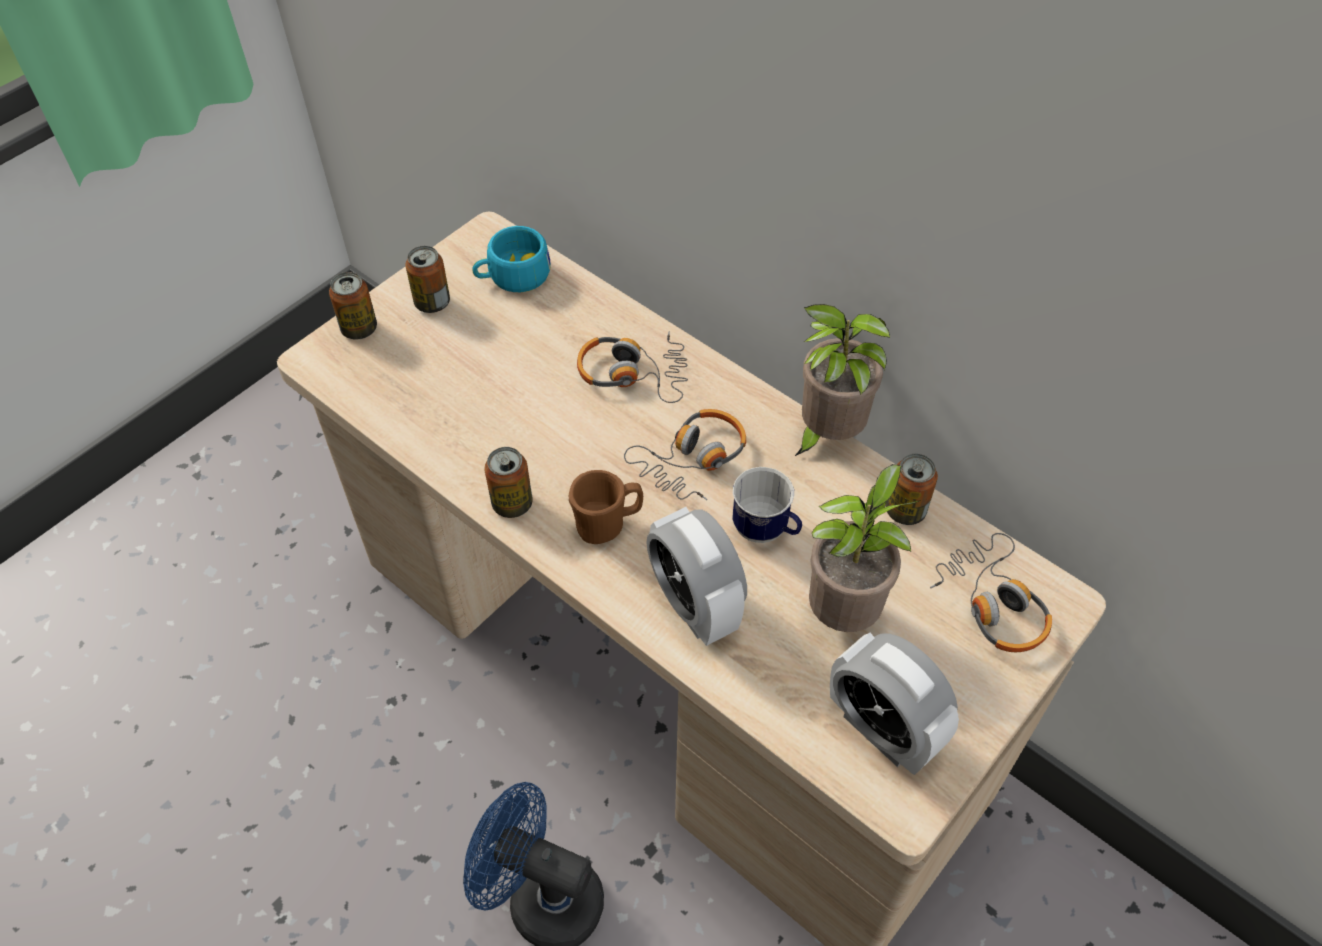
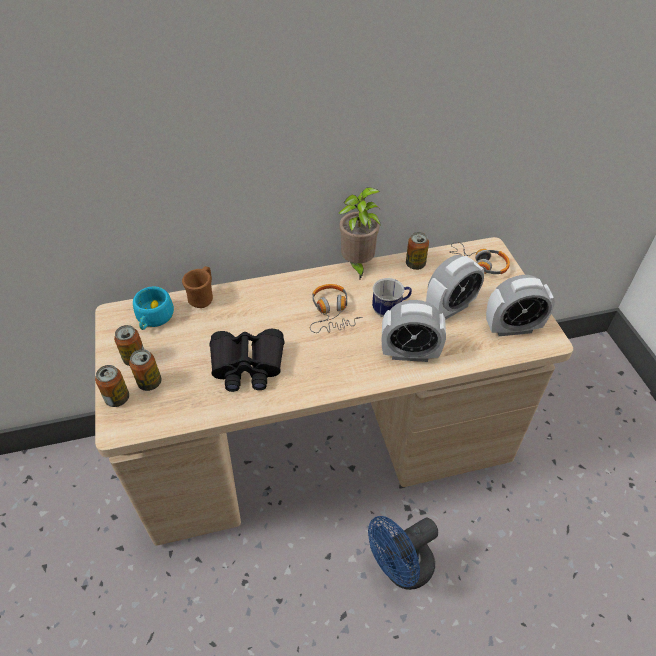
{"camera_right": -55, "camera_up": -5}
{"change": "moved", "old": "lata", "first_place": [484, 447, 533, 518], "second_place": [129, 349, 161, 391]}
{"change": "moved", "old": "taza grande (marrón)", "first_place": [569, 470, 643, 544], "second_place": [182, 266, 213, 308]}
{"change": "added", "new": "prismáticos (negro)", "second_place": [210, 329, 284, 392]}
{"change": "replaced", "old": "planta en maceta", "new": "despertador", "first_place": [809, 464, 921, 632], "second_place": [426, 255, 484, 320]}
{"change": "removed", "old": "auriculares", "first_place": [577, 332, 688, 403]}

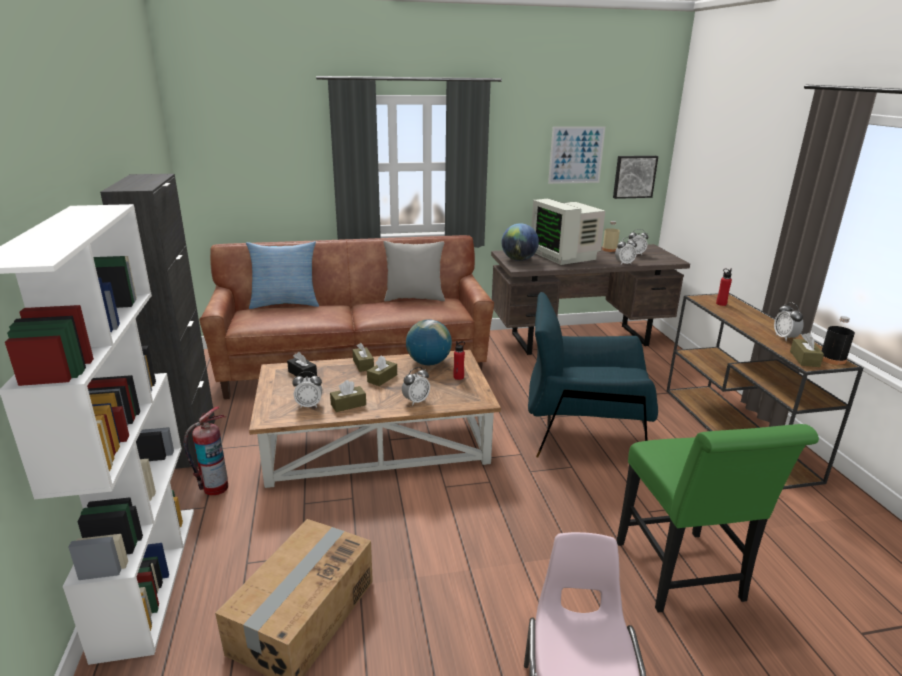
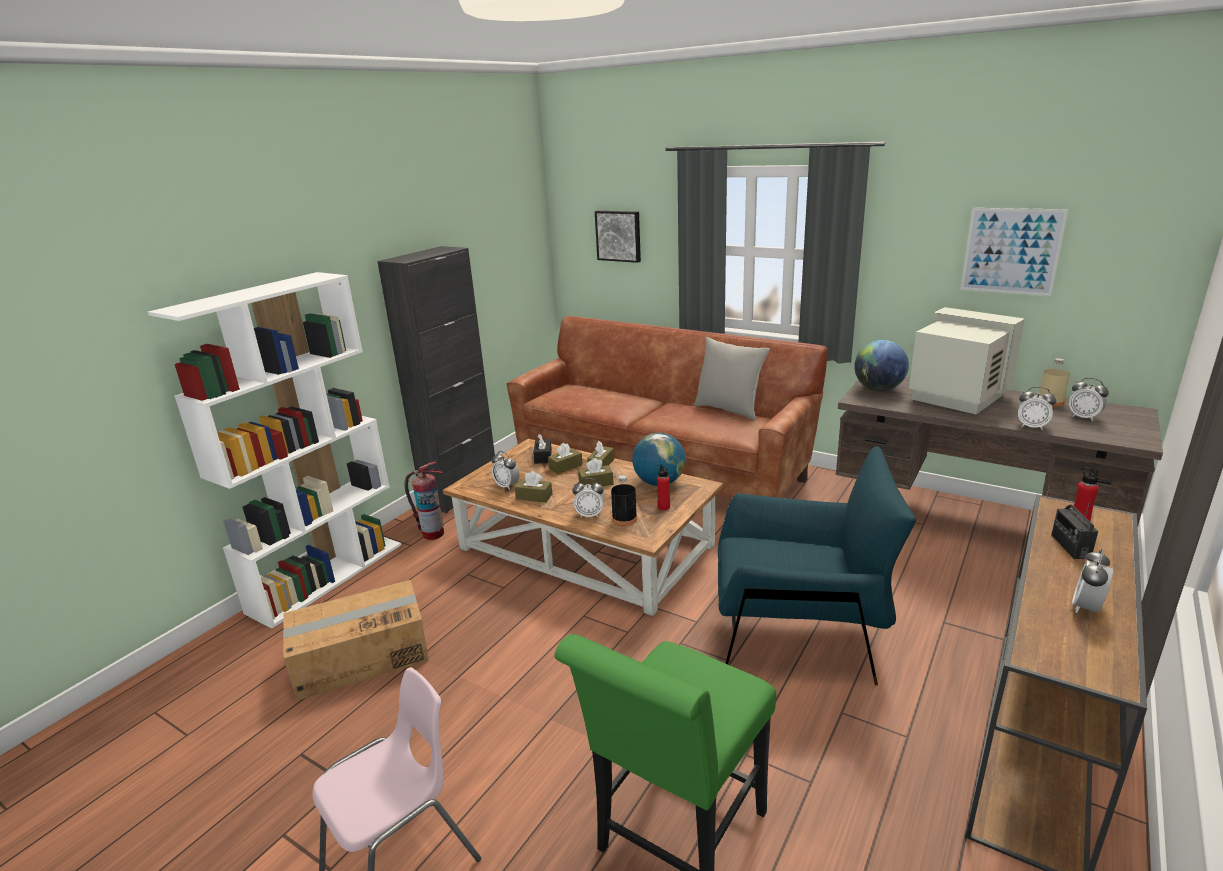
{"camera_right": 45, "camera_up": 0}
{"change": "moved", "old": "caja de pañuelos (marrón)", "first_place": [790, 333, 824, 367], "second_place": [548, 443, 583, 474]}
{"change": "moved", "old": "cuadro", "first_place": [613, 156, 658, 199], "second_place": [595, 211, 641, 263]}
{"change": "moved", "old": "botella (negro)", "first_place": [822, 316, 855, 365], "second_place": [611, 475, 637, 526]}
{"change": "turned", "old": "sillón (azul)", "first_place": [528, 292, 658, 458], "second_place": [718, 446, 916, 686], "degrees": 135}
{"change": "turned", "old": "monitor", "first_place": [531, 199, 605, 265], "second_place": [909, 307, 1025, 415], "degrees": 120}
{"change": "added", "new": "radio", "second_place": [1051, 498, 1098, 559]}
{"change": "removed", "old": "cojín", "first_place": [246, 241, 319, 309]}

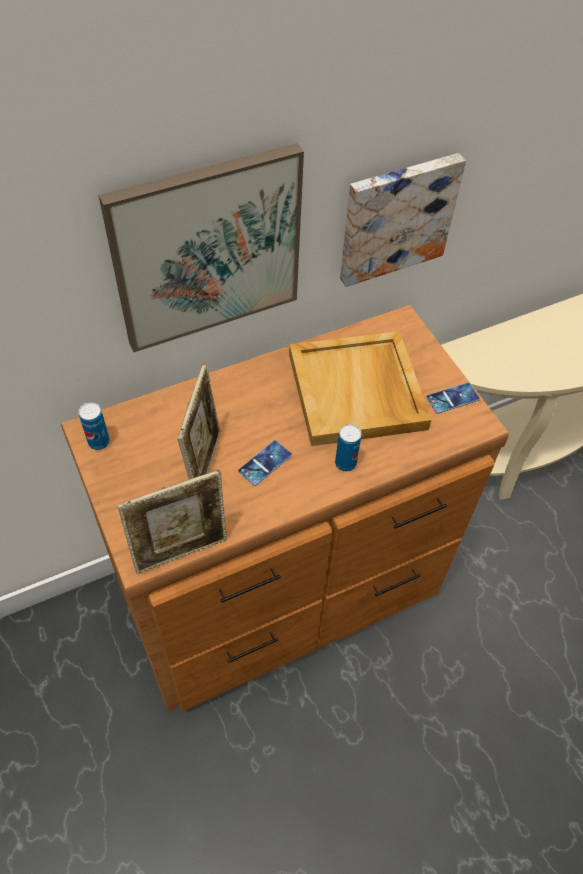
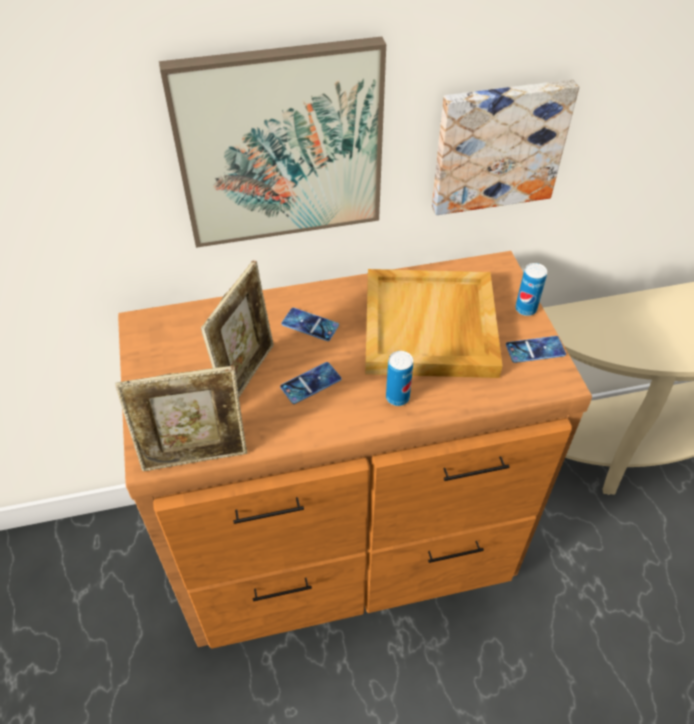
{"camera_right": 15, "camera_up": -5}
{"change": "added", "new": "móvil", "second_place": [281, 308, 339, 341]}
{"change": "moved", "old": "lata", "first_place": [79, 402, 110, 450], "second_place": [515, 263, 547, 316]}

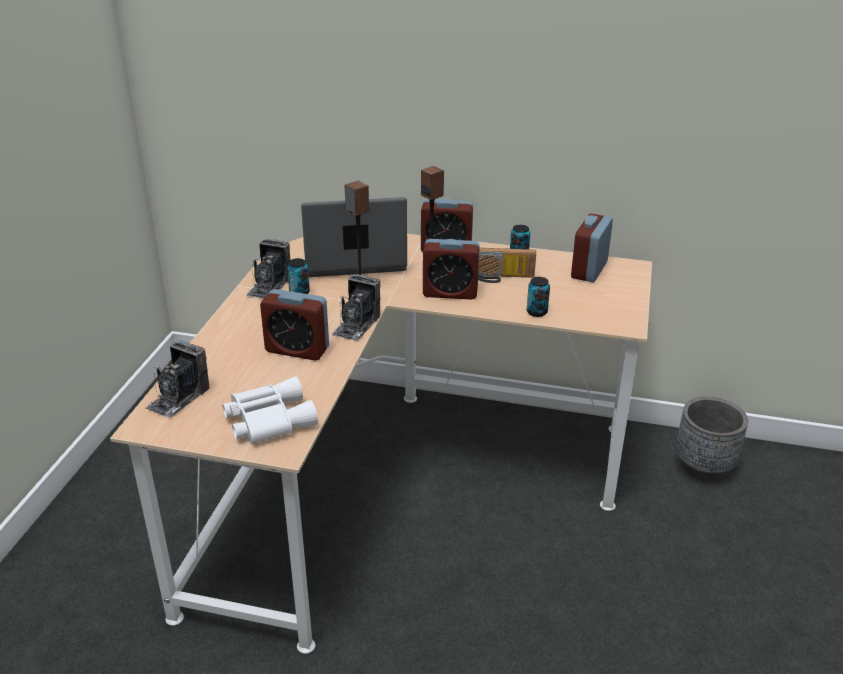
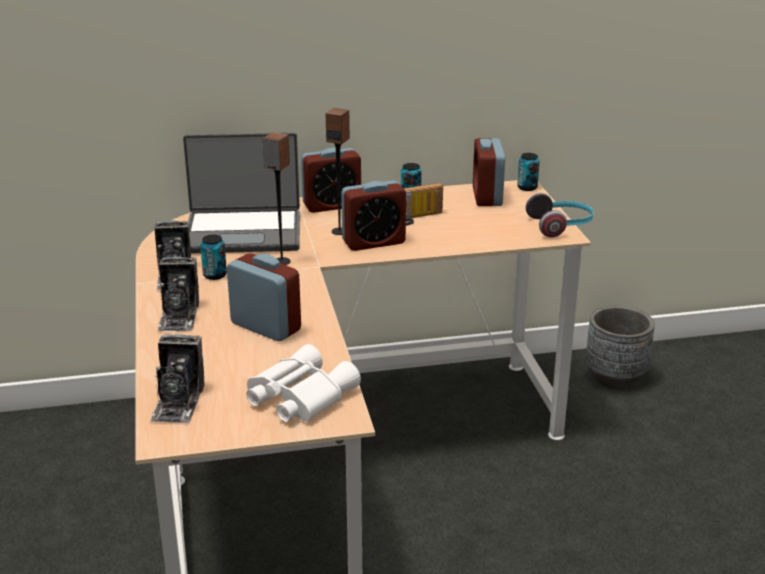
{"camera_right": -25, "camera_up": -5}
{"change": "moved", "old": "cámara", "first_place": [332, 274, 380, 341], "second_place": [157, 256, 199, 331]}
{"change": "turned", "old": "portátil", "first_place": [301, 197, 407, 277], "second_place": [183, 132, 300, 254], "degrees": -150}
{"change": "turned", "old": "despertador", "first_place": [260, 289, 329, 361], "second_place": [227, 253, 301, 341], "degrees": -135}
{"change": "moved", "old": "lata", "first_place": [527, 277, 550, 317], "second_place": [517, 153, 539, 191]}
{"change": "added", "new": "auriculares", "second_place": [526, 193, 594, 237]}

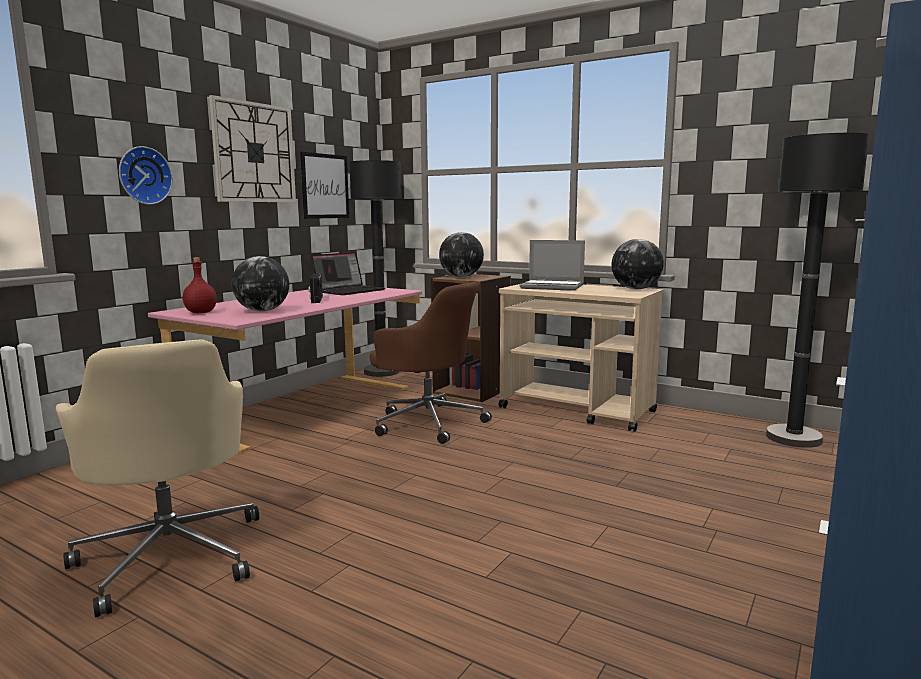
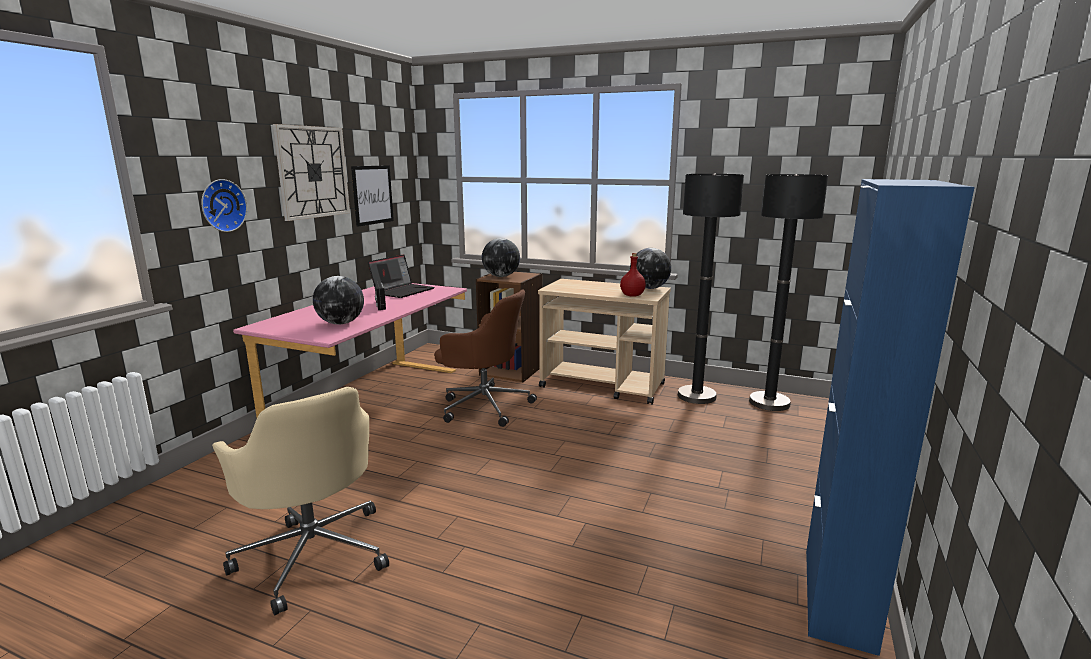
{"camera_right": -10, "camera_up": 5}
{"change": "moved", "old": "botella (rojo)", "first_place": [183, 257, 217, 313], "second_place": [620, 253, 646, 297]}
{"change": "moved", "old": "lámpara de pie (negro)", "first_place": [349, 160, 402, 377], "second_place": [678, 174, 744, 404]}
{"change": "removed", "old": "portátil", "first_place": [520, 240, 585, 291]}

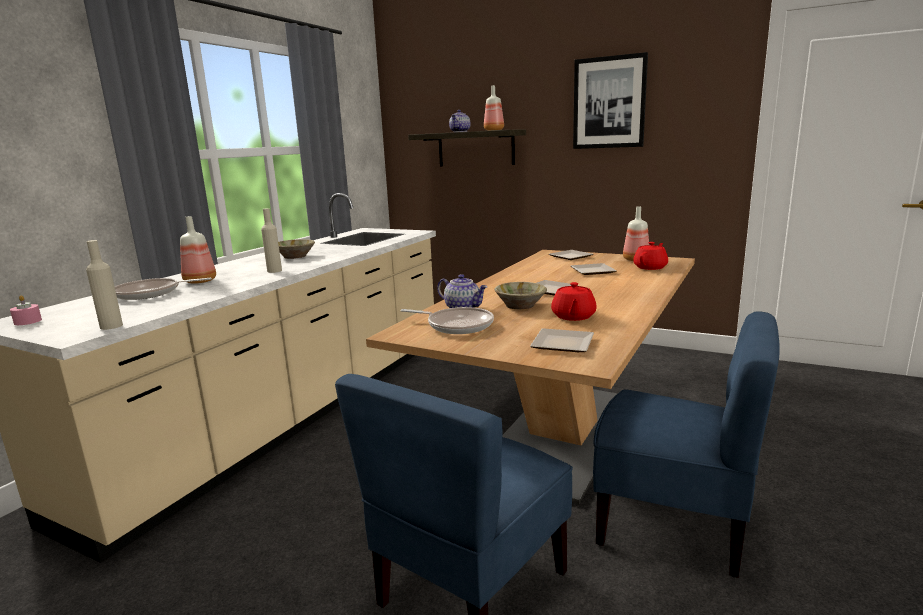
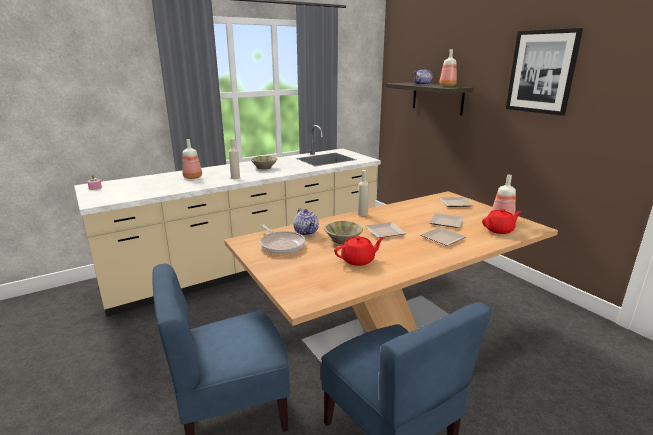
{"camera_right": 30, "camera_up": 5}
{"change": "turned", "old": "tetera (rojo)", "first_place": [551, 282, 597, 321], "second_place": [334, 236, 384, 266], "degrees": -150}
{"change": "moved", "old": "botella (beis)", "first_place": [86, 240, 123, 330], "second_place": [358, 170, 369, 216]}
{"change": "moved", "old": "plato", "first_place": [530, 328, 594, 352], "second_place": [421, 227, 466, 246]}
{"change": "removed", "old": "sartén", "first_place": [115, 278, 212, 300]}

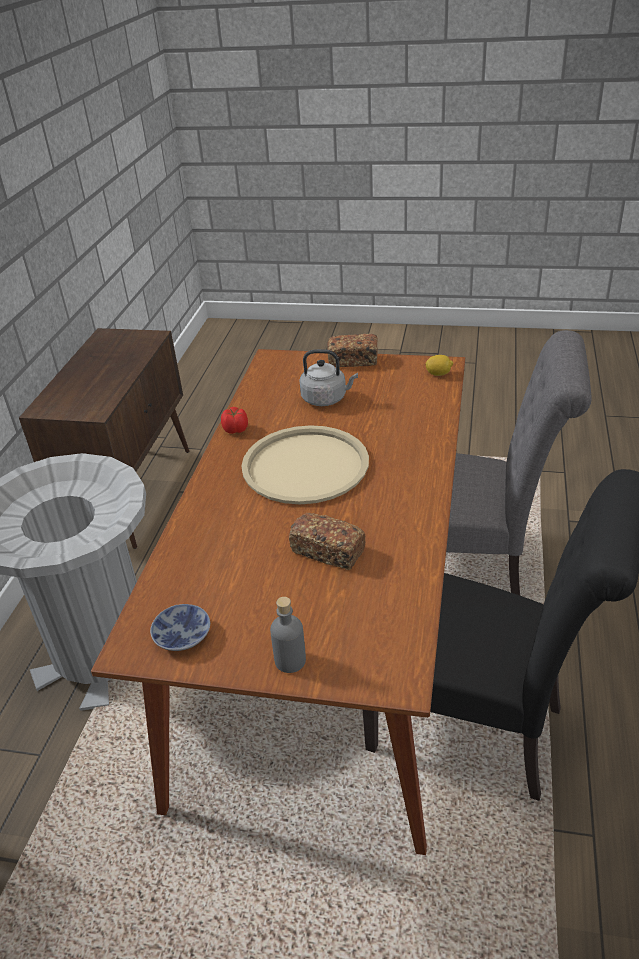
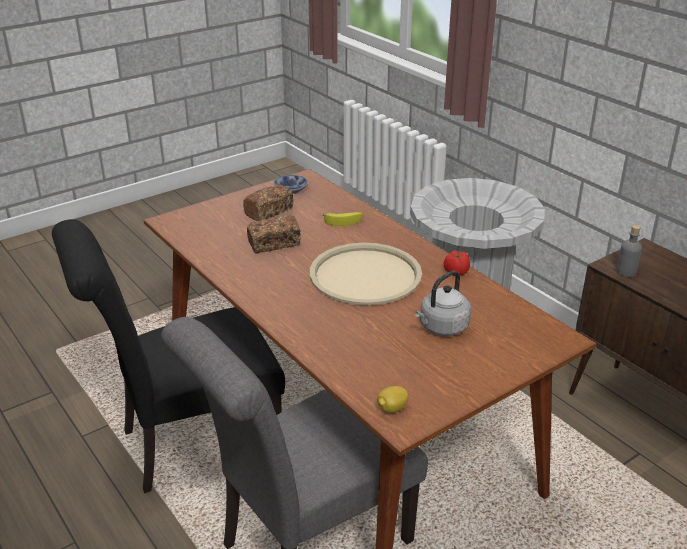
{"camera_right": 130, "camera_up": -5}
{"change": "moved", "old": "pan", "first_place": [327, 334, 378, 367], "second_place": [243, 185, 294, 221]}
{"change": "added", "new": "plátano", "second_place": [323, 212, 363, 226]}
{"change": "moved", "old": "botella (gris)", "first_place": [270, 597, 306, 673], "second_place": [616, 225, 642, 277]}

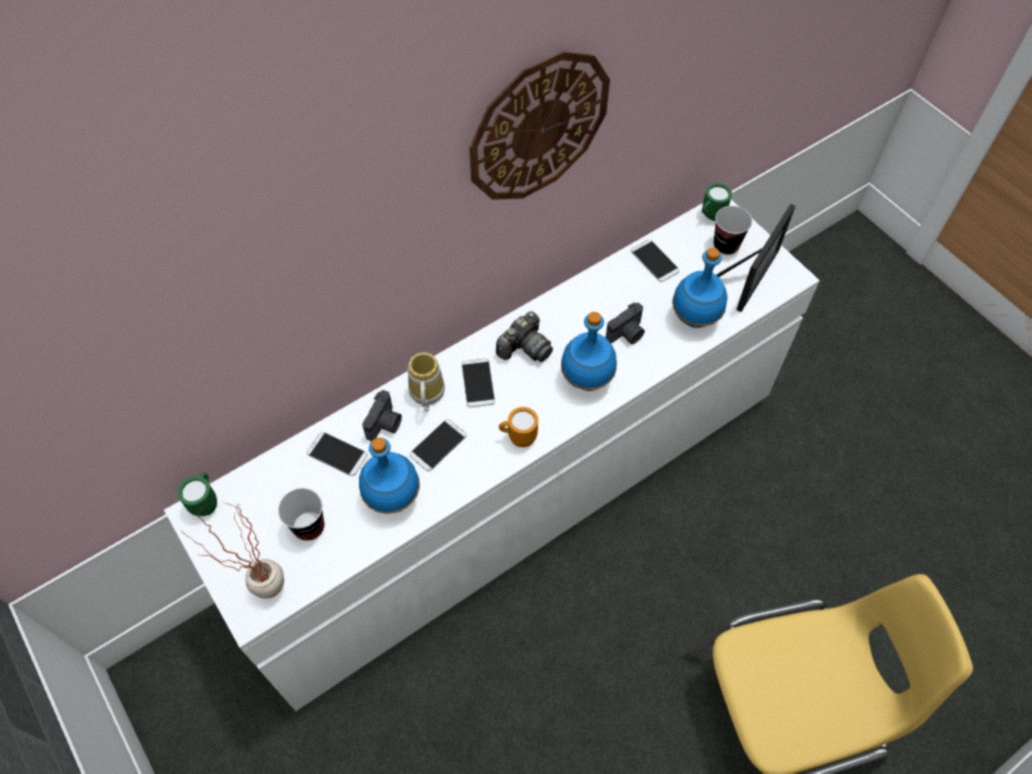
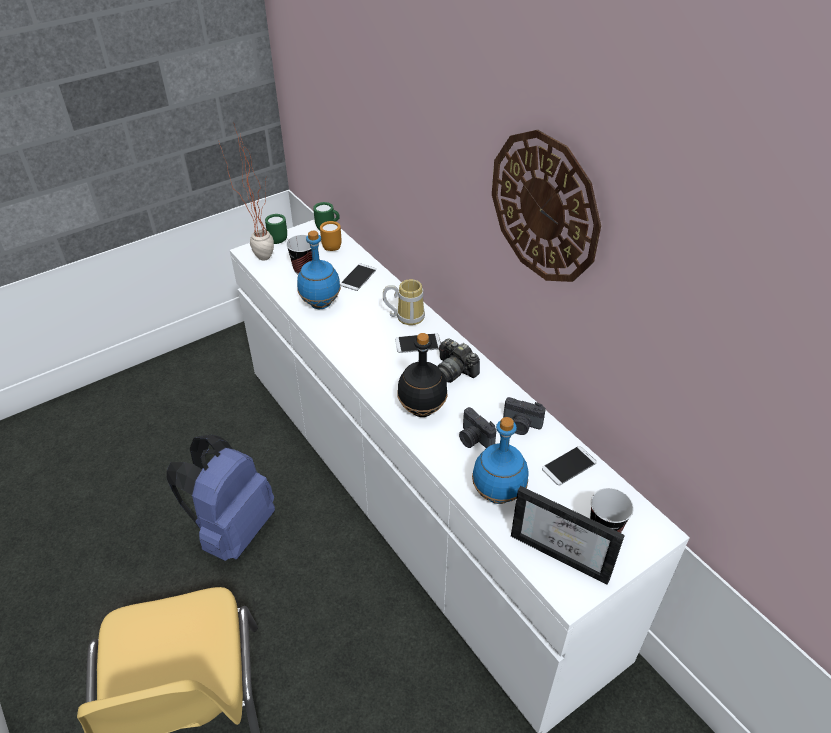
{"camera_right": 90, "camera_up": -15}
{"change": "added", "new": "mochila (azul)", "second_place": [167, 435, 275, 561]}
{"change": "moved", "old": "taza grande (verde)", "first_place": [702, 183, 732, 221], "second_place": [265, 214, 287, 244]}
{"change": "moved", "old": "taza grande (naranja)", "first_place": [499, 407, 538, 447], "second_place": [320, 221, 342, 251]}
{"change": "recoloured", "old": "botella (azul)", "new": "botella (negro)", "first_place": [561, 312, 617, 391], "second_place": [397, 333, 447, 417]}
{"change": "moved", "old": "cámara", "first_place": [362, 390, 402, 441], "second_place": [503, 397, 546, 435]}
{"change": "removed", "old": "móvil", "first_place": [410, 419, 467, 471]}

